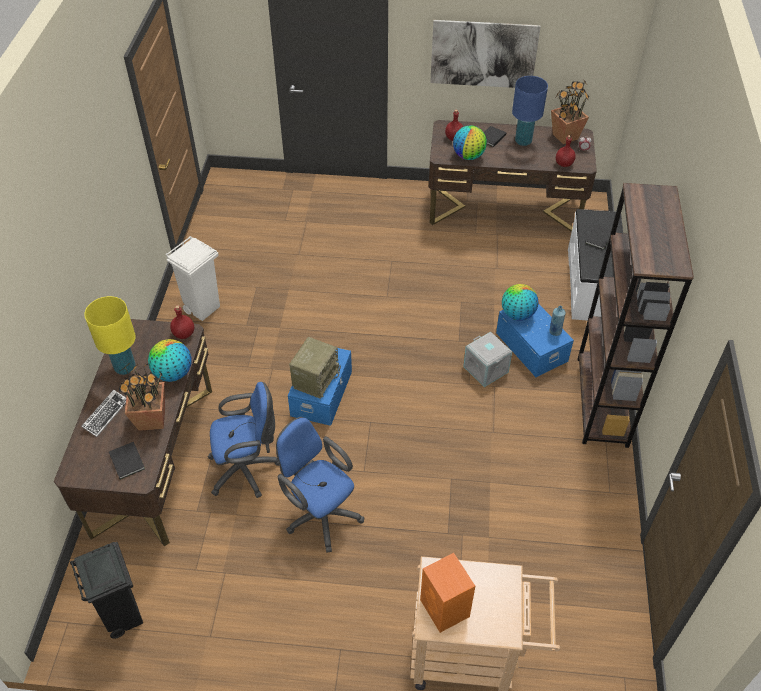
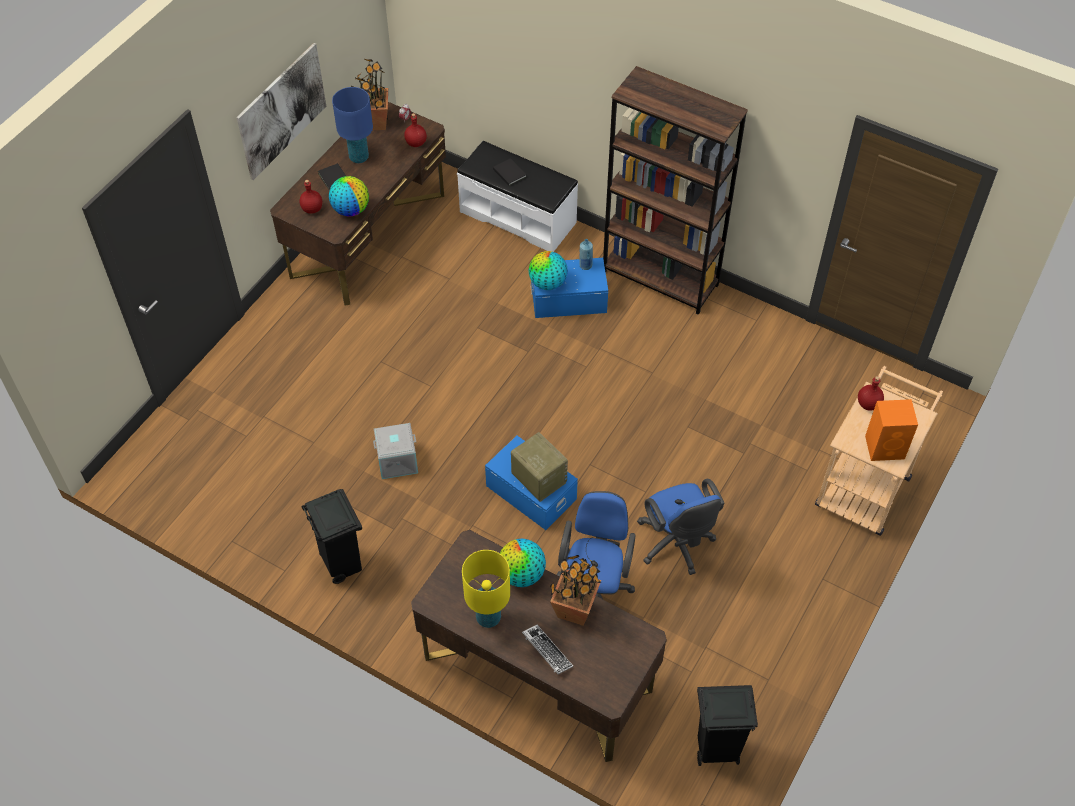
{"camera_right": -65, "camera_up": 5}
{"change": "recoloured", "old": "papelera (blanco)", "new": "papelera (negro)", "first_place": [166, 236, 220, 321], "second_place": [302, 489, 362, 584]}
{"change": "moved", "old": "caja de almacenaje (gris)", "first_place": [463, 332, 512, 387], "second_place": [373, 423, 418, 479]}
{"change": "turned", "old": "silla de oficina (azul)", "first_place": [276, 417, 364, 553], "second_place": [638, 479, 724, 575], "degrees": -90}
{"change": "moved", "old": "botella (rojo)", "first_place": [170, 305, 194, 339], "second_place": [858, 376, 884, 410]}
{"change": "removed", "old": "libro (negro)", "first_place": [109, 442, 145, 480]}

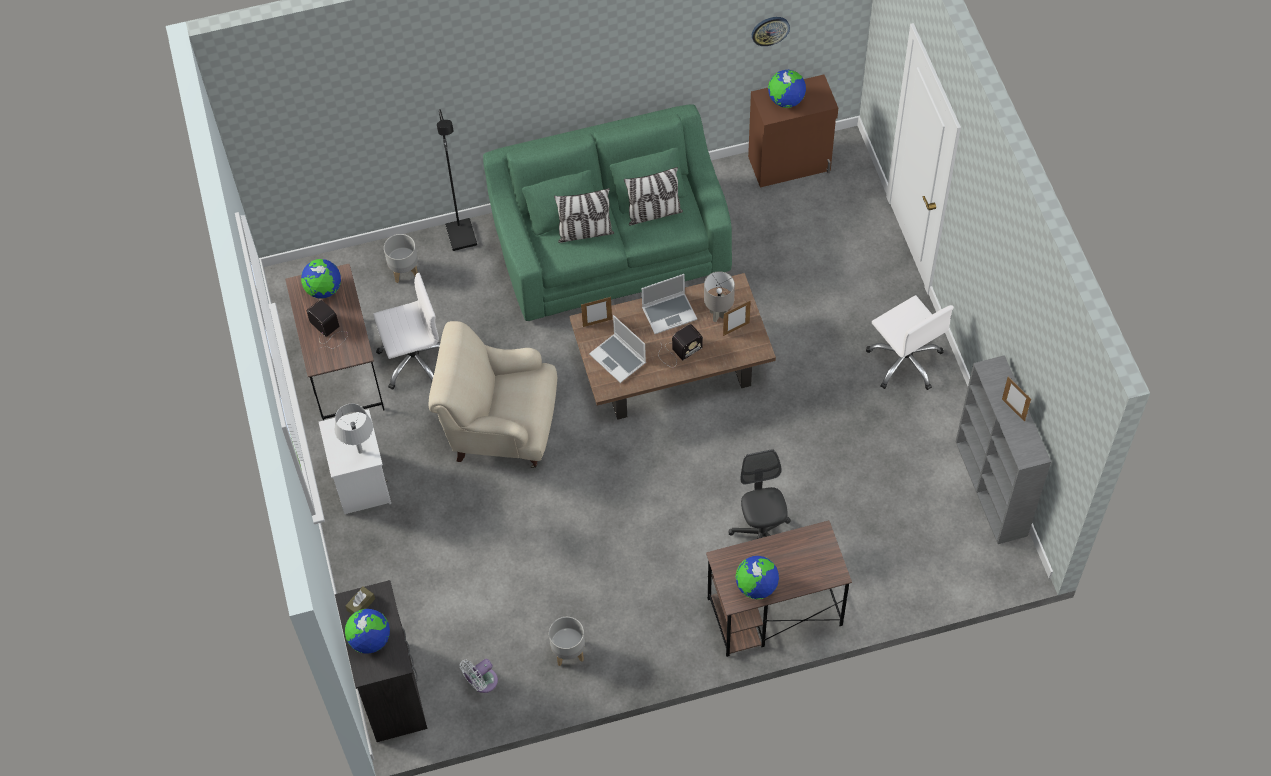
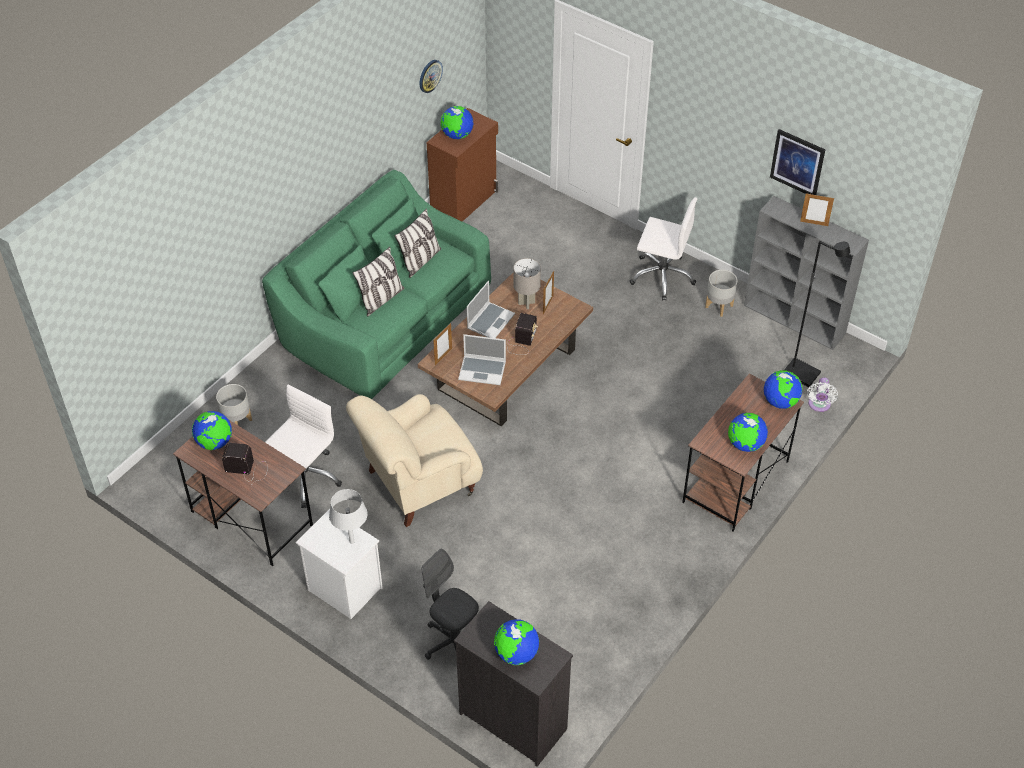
{"camera_right": -40, "camera_up": -10}
{"change": "moved", "old": "silla de oficina (gris)", "first_place": [729, 449, 791, 539], "second_place": [422, 549, 479, 660]}
{"change": "moved", "old": "maceta (gris)", "first_place": [549, 617, 585, 666], "second_place": [705, 270, 737, 317]}
{"change": "added", "new": "globo terráqueo", "second_place": [764, 370, 803, 409]}
{"change": "added", "new": "cuadro", "second_place": [770, 129, 825, 195]}
{"change": "moved", "old": "lámpara de pie (negro)", "first_place": [437, 109, 477, 251], "second_place": [784, 241, 850, 387]}
{"change": "moved", "old": "ventilador (blanco)", "first_place": [460, 659, 498, 693], "second_place": [807, 377, 838, 412]}
{"change": "removed", "old": "caja de pañuelos (marrón)", "first_place": [345, 586, 375, 614]}

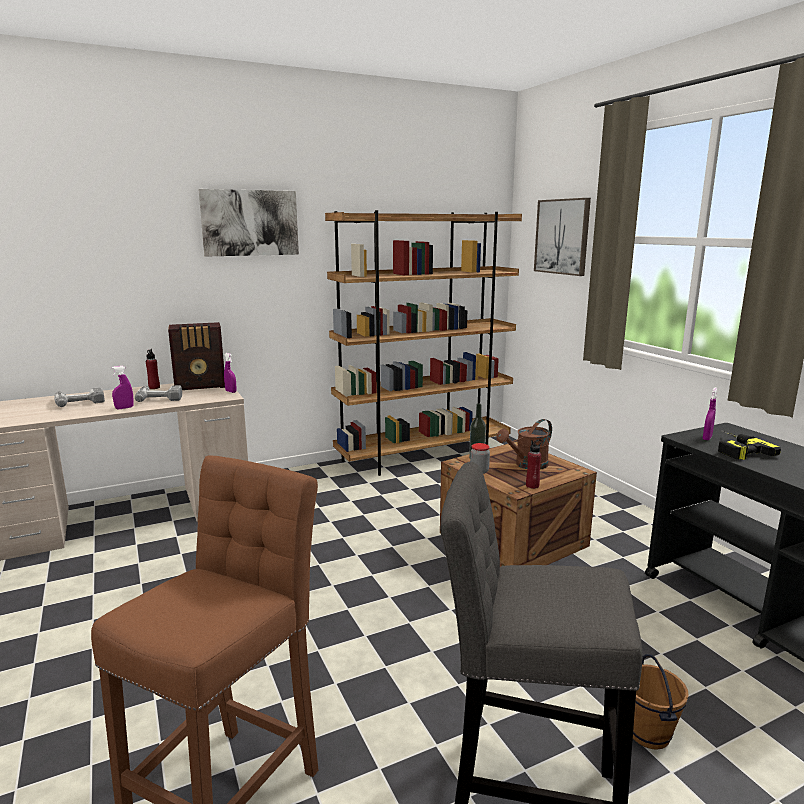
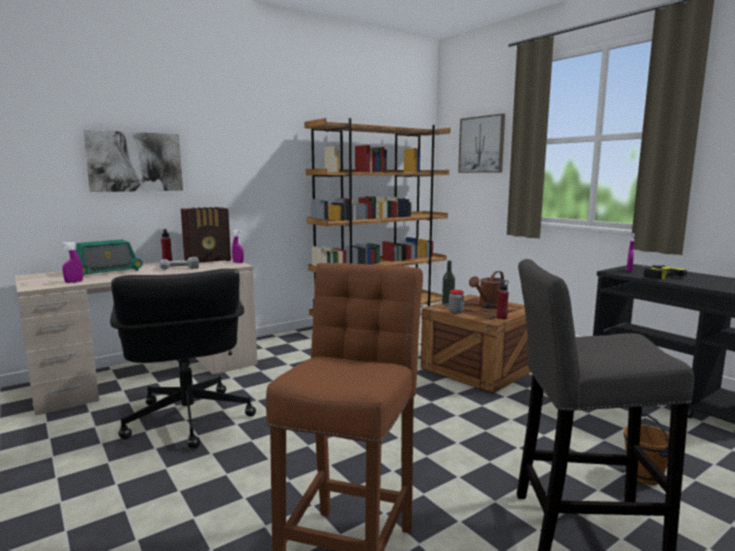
{"camera_right": -10, "camera_up": -5}
{"change": "moved", "old": "pulverizador (morado)", "first_place": [111, 366, 134, 409], "second_place": [62, 242, 83, 283]}
{"change": "replaced", "old": "taladro", "new": "radio", "first_place": [54, 387, 105, 407], "second_place": [76, 239, 143, 275]}
{"change": "moved", "old": "cuadro", "first_place": [198, 189, 299, 257], "second_place": [83, 130, 183, 192]}
{"change": "added", "new": "silla de oficina (negro)", "second_place": [110, 269, 256, 449]}

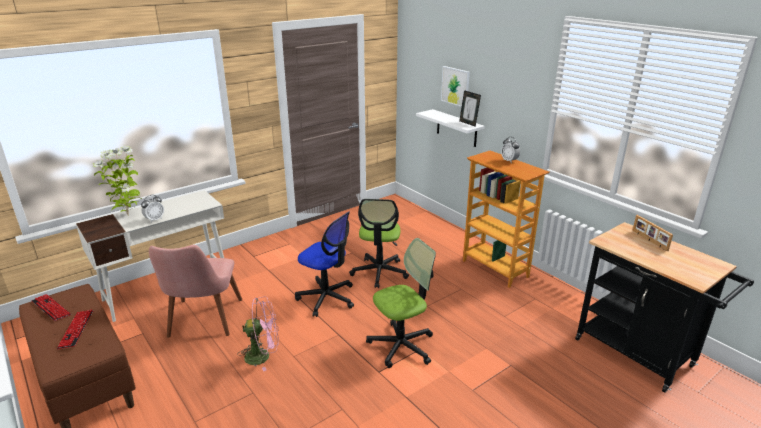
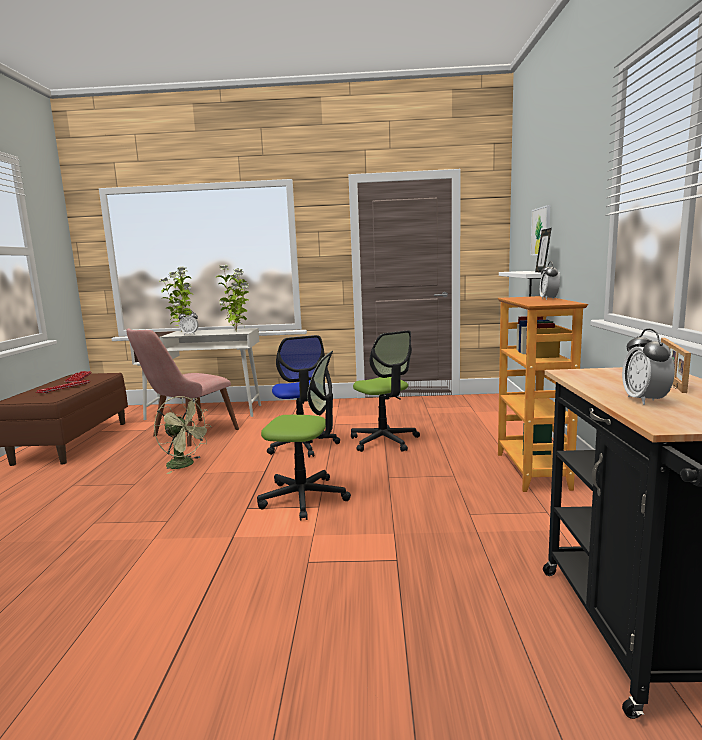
{"camera_right": 40, "camera_up": -15}
{"change": "recoloured", "old": "ventilador (rosa)", "new": "ventilador (verde)", "first_place": [238, 296, 279, 371], "second_place": [154, 396, 211, 474]}
{"change": "added", "new": "planta en maceta", "second_place": [216, 264, 249, 332]}
{"change": "turned", "old": "silla de oficina", "first_place": [349, 199, 409, 288], "second_place": [351, 330, 420, 452], "degrees": -75}
{"change": "added", "new": "despertador", "second_place": [622, 329, 675, 405]}

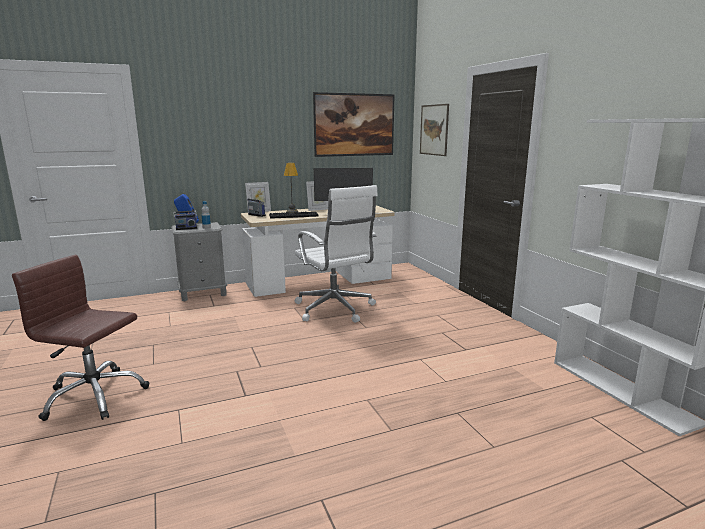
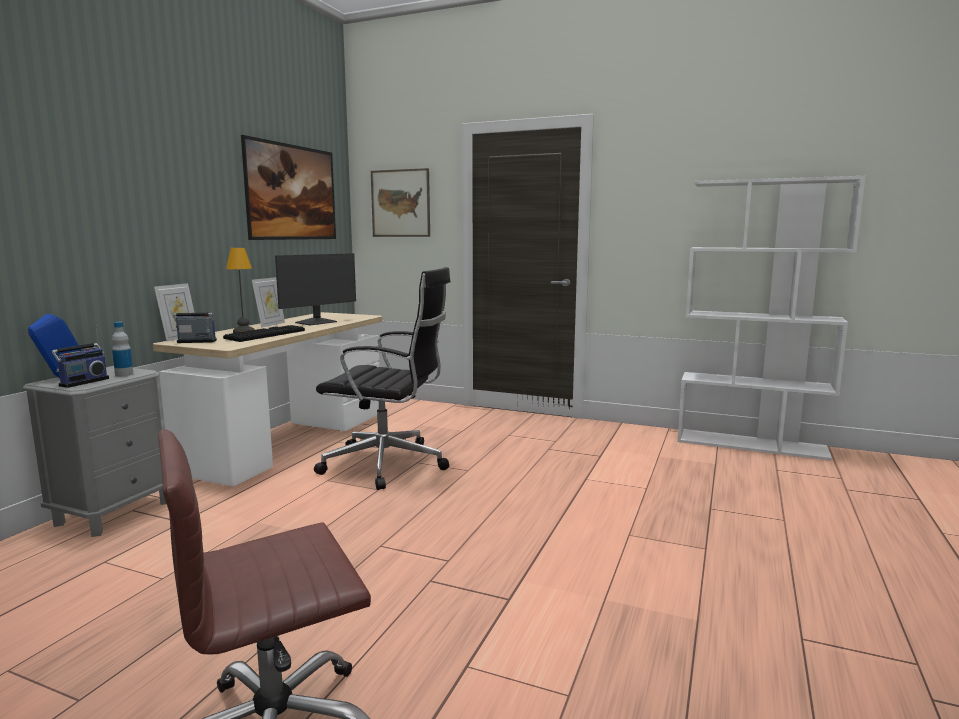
{"camera_right": -45, "camera_up": -5}
{"change": "recoloured", "old": "silla de oficina (blanco)", "new": "silla de oficina (negro)", "first_place": [295, 185, 378, 323], "second_place": [314, 267, 450, 490]}

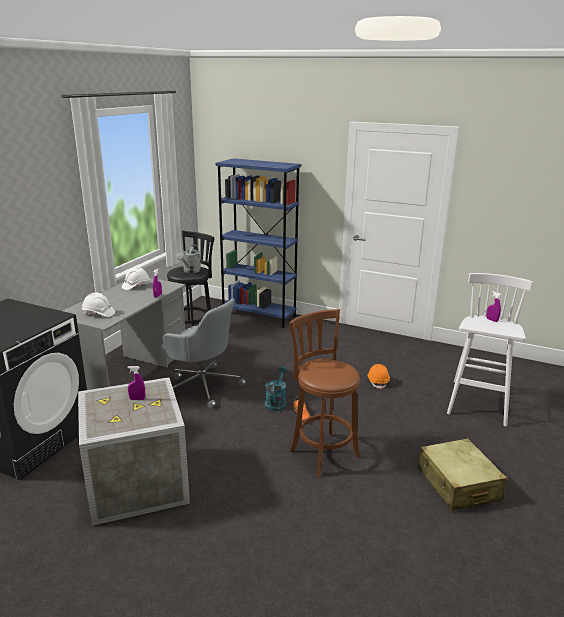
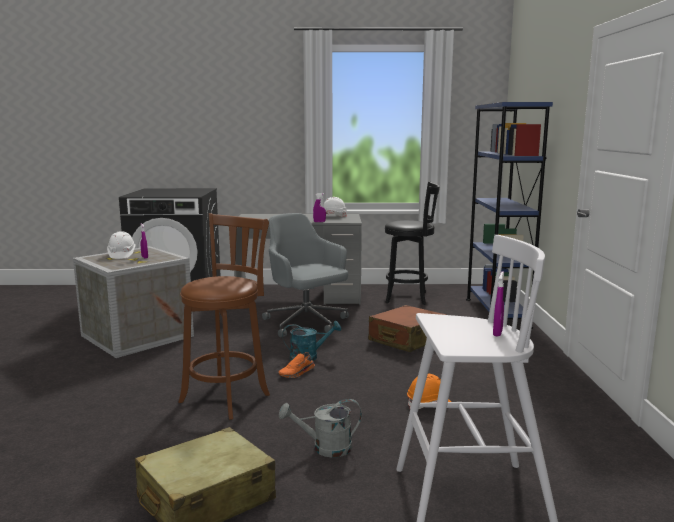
{"camera_right": 65, "camera_up": -10}
{"change": "moved", "old": "casco (blanco)", "first_place": [82, 293, 115, 317], "second_place": [107, 231, 136, 259]}
{"change": "turned", "old": "silla de oficina (gris)", "first_place": [161, 298, 246, 409], "second_place": [262, 213, 349, 337], "degrees": 135}
{"change": "moved", "old": "regadera (gris)", "first_place": [177, 245, 201, 273], "second_place": [279, 399, 362, 458]}
{"change": "added", "new": "maleta (marrón)", "second_place": [368, 305, 447, 352]}

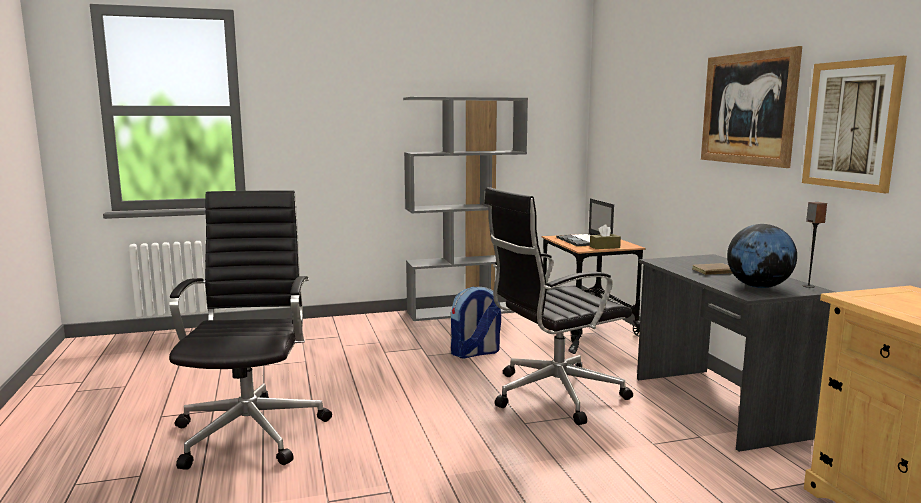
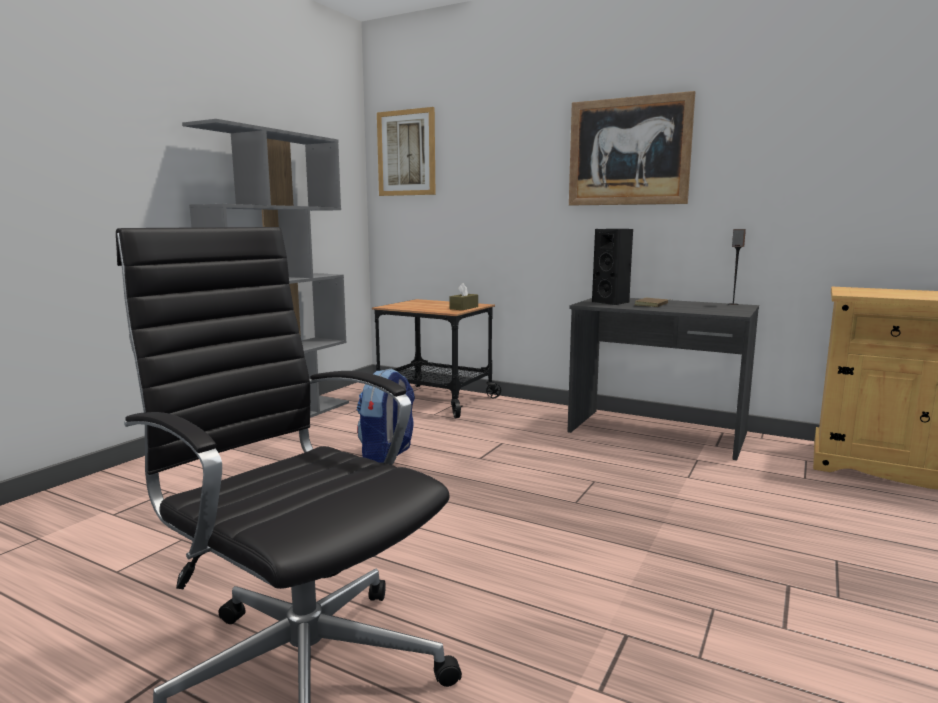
{"camera_right": -45, "camera_up": 0}
{"change": "moved", "old": "cuadro", "first_place": [802, 56, 907, 193], "second_place": [377, 107, 435, 196]}
{"change": "added", "new": "altavoz (negro)", "second_place": [592, 229, 633, 305]}
{"change": "removed", "old": "silla de oficina (negro)", "first_place": [484, 187, 633, 425]}
{"change": "removed", "old": "portátil", "first_place": [556, 198, 614, 246]}
{"change": "removed", "old": "globo terráqueo", "first_place": [727, 224, 797, 288]}

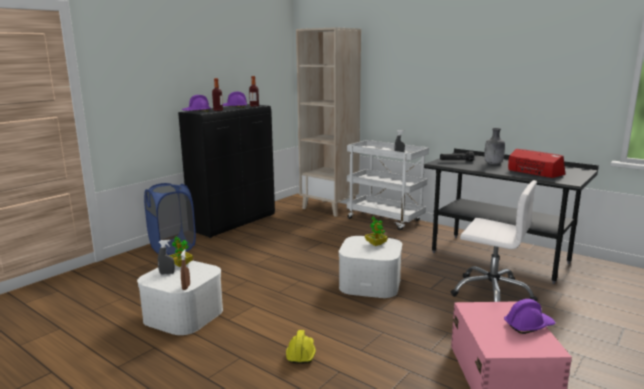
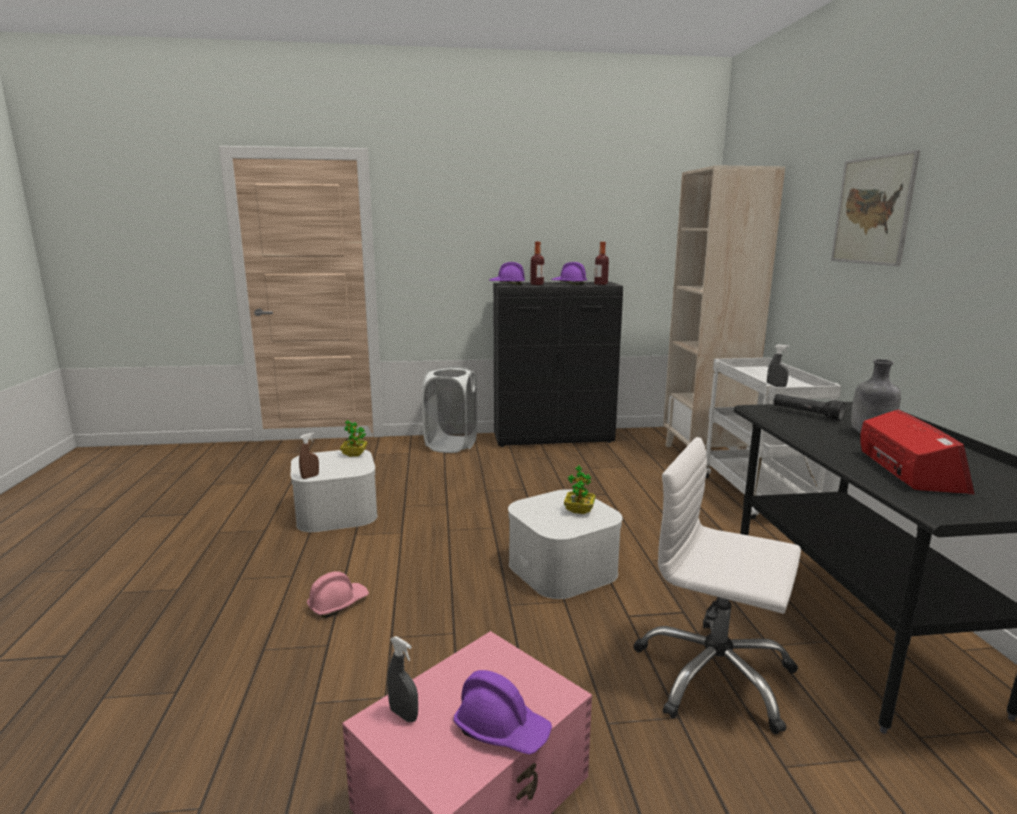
{"camera_right": 45, "camera_up": 0}
{"change": "recoloured", "old": "casco (amarillo)", "new": "casco (rosa)", "first_place": [286, 330, 316, 364], "second_place": [307, 571, 369, 618]}
{"change": "moved", "old": "pulverizador (gris)", "first_place": [158, 240, 175, 274], "second_place": [388, 636, 418, 722]}
{"change": "recoloured", "old": "cesto de la ropa (azul)", "new": "cesto de la ropa (blanco)", "first_place": [144, 183, 196, 255], "second_place": [422, 366, 478, 453]}
{"change": "turned", "old": "silla de oficina (blanco)", "first_place": [451, 180, 538, 302], "second_place": [633, 437, 801, 734], "degrees": 135}
{"change": "added", "new": "cuadro", "second_place": [831, 150, 920, 266]}

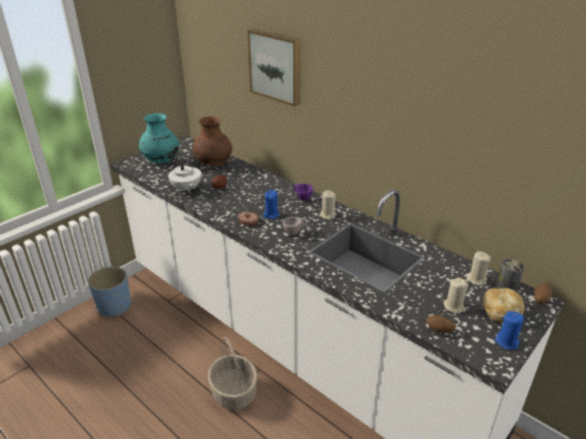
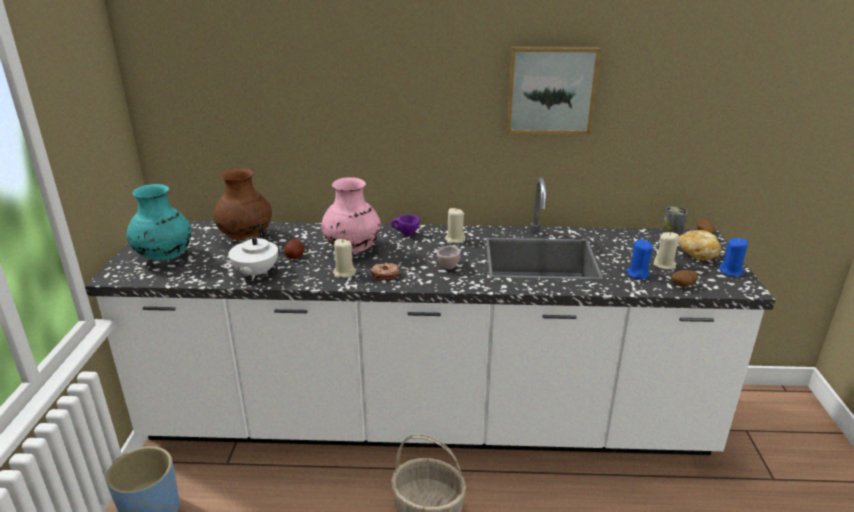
{"camera_right": -40, "camera_up": -5}
{"change": "turned", "old": "tetera (blanco)", "first_place": [168, 157, 201, 193], "second_place": [228, 225, 278, 280], "degrees": 75}
{"change": "added", "new": "florero (rosa)", "second_place": [321, 177, 381, 253]}
{"change": "moved", "old": "vela (beis)", "first_place": [466, 251, 491, 286], "second_place": [333, 239, 356, 278]}
{"change": "moved", "old": "cuadro", "first_place": [248, 29, 301, 107], "second_place": [506, 46, 600, 134]}
{"change": "moved", "old": "vela (azul)", "first_place": [263, 190, 279, 219], "second_place": [626, 239, 653, 279]}

